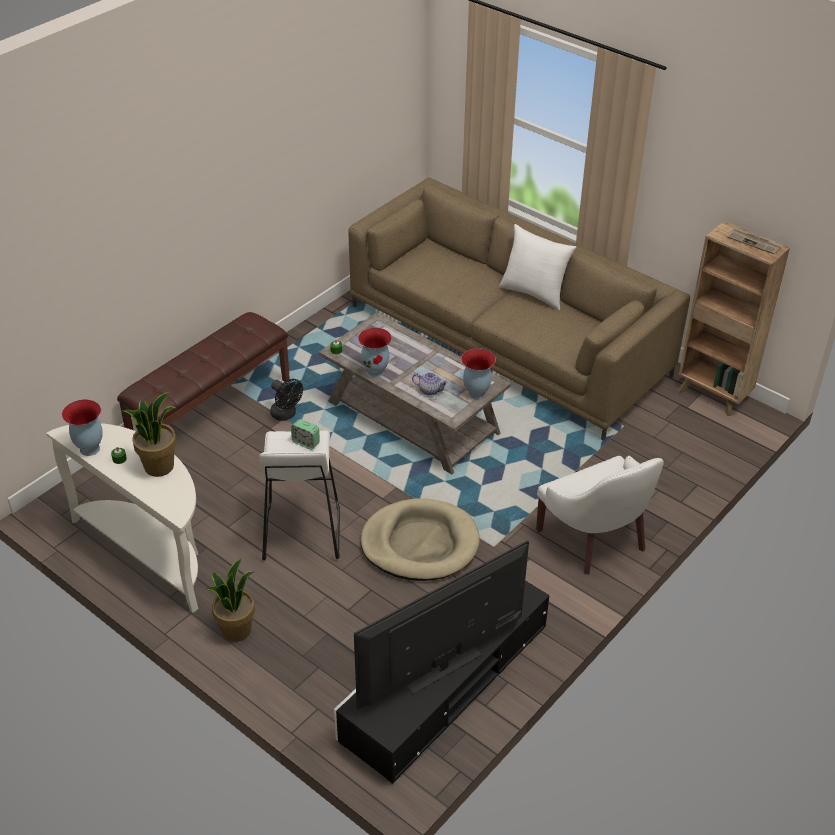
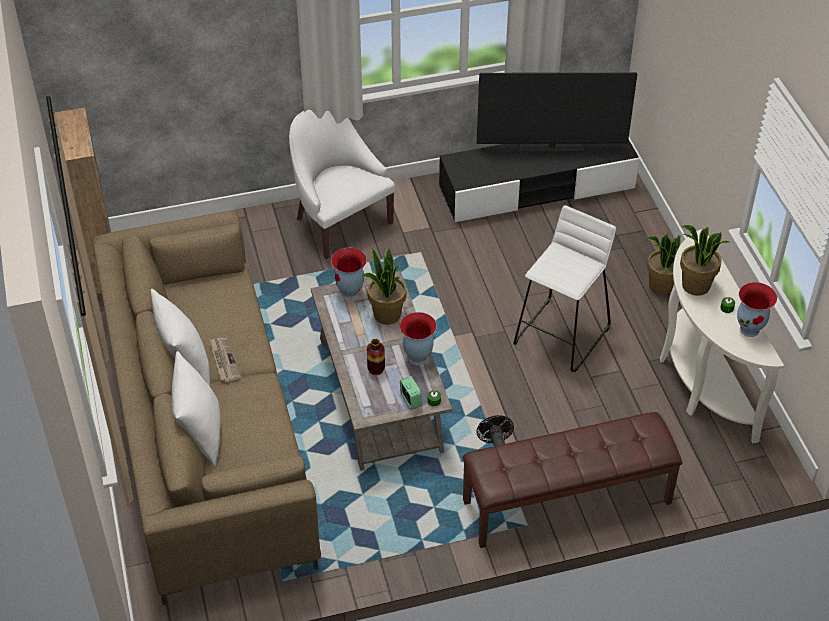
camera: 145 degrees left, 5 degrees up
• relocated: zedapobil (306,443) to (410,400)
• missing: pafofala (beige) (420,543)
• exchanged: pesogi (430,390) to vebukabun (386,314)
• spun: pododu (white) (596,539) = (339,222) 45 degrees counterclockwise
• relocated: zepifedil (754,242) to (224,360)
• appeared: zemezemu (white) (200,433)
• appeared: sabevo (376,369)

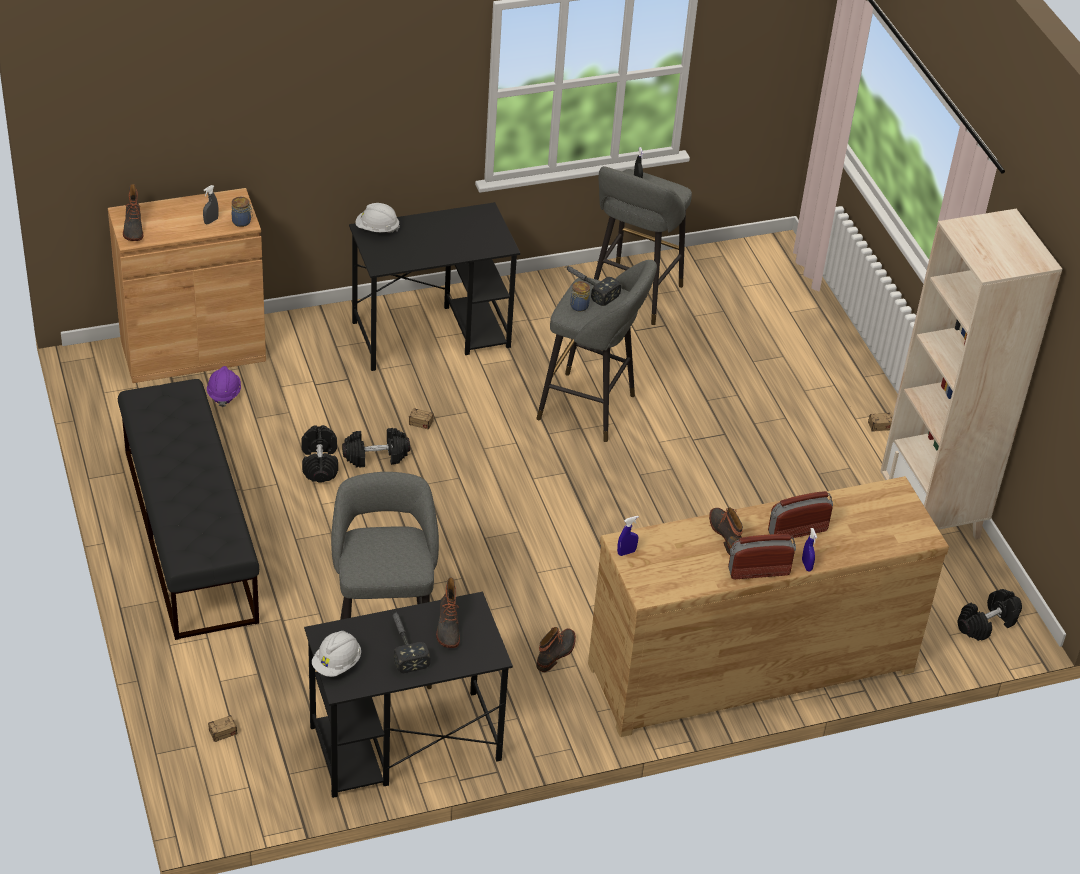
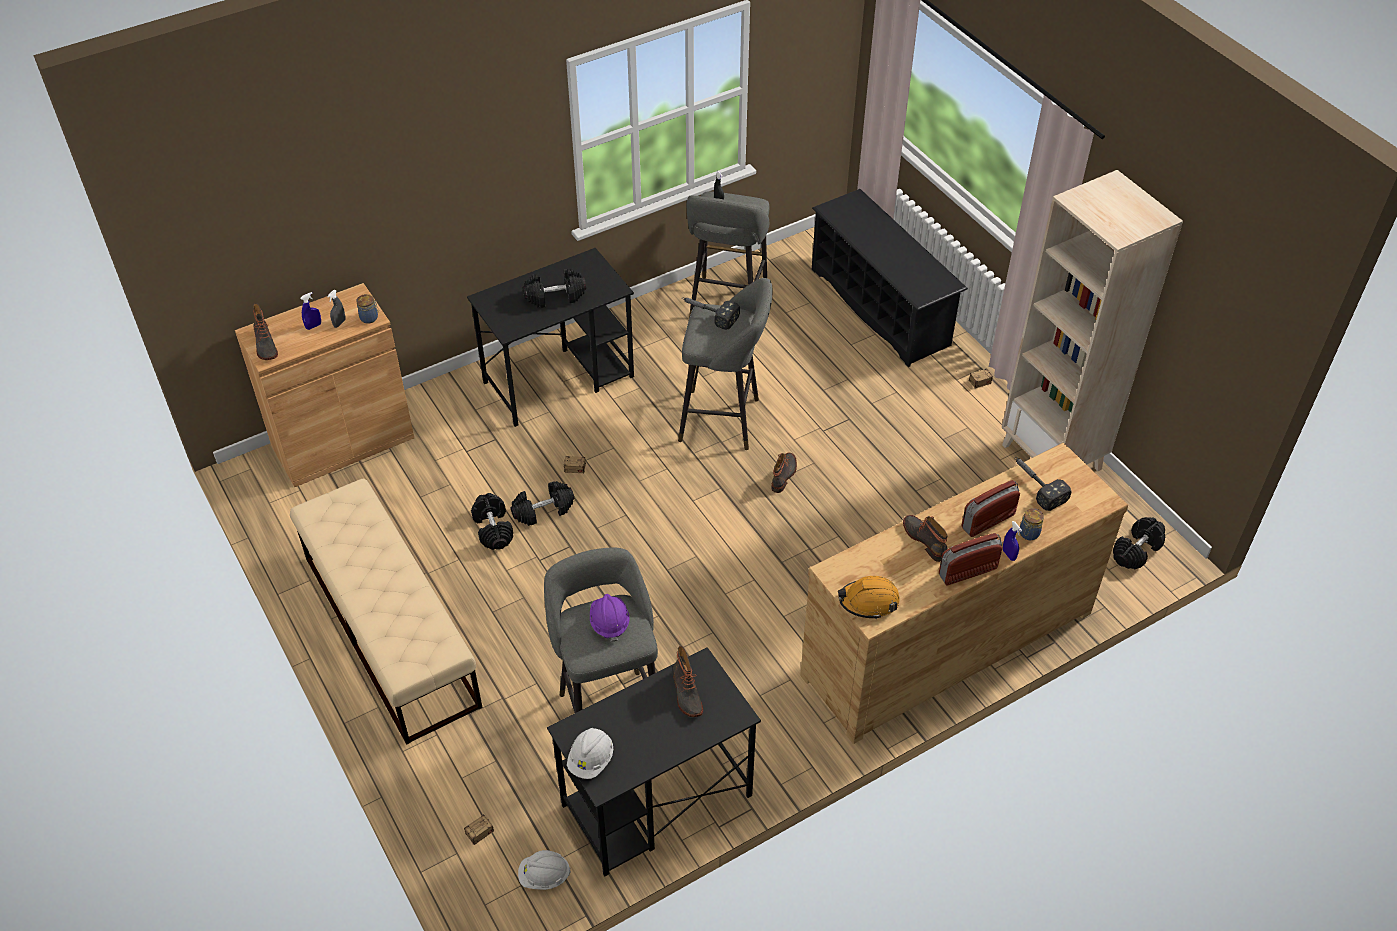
camera: 10 degrees left, 5 degrees up
• colour: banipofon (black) (189,534) to banipofon (beige) (390,630)
• relocated: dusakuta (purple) (224,393) to (609,623)
• relocated: dusakuta (white) (377,229) to (544,876)
• relocated: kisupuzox (404,644) to (1035,485)
• relocated: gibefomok (556,653) to (784,475)
• relocated: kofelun (578,306) to (1028,534)
• relocated: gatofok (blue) (626,552) to (313,326)
• appeared: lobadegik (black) (555,297)
• appeared: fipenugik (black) (880,307)
• appeared: dusakuta (orange) (869,601)

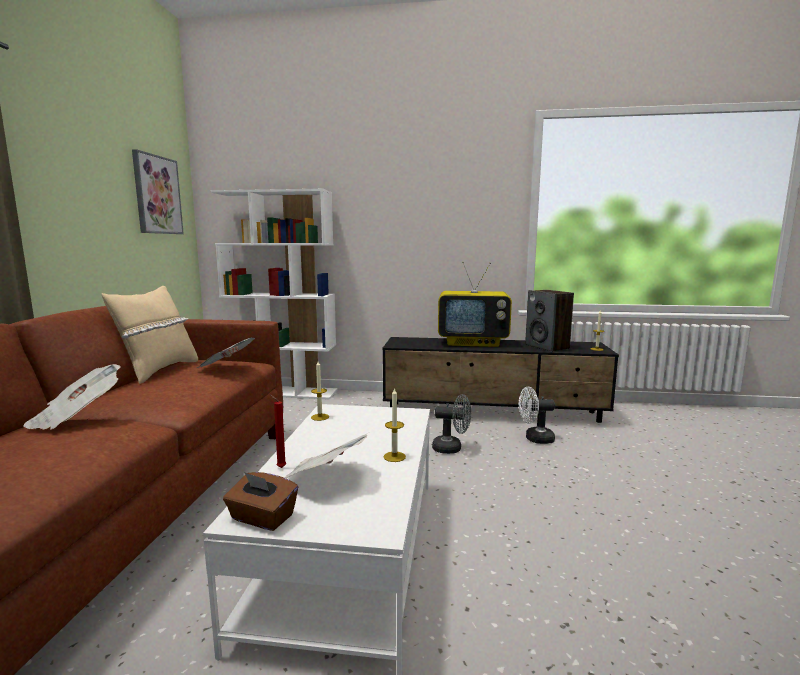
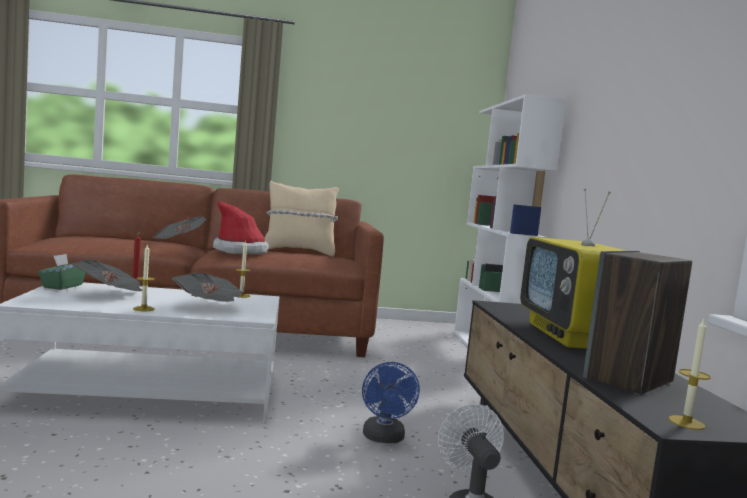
camera: 75 degrees right, 5 degrees down
• missing: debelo (157,195)
• relocated: zepifedil (227,367) to (208,307)
• colour: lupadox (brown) (262,518) to lupadox (green) (62,286)
• colour: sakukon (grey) (452,448) to sakukon (blue) (384,438)
• appeared: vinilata (241,251)

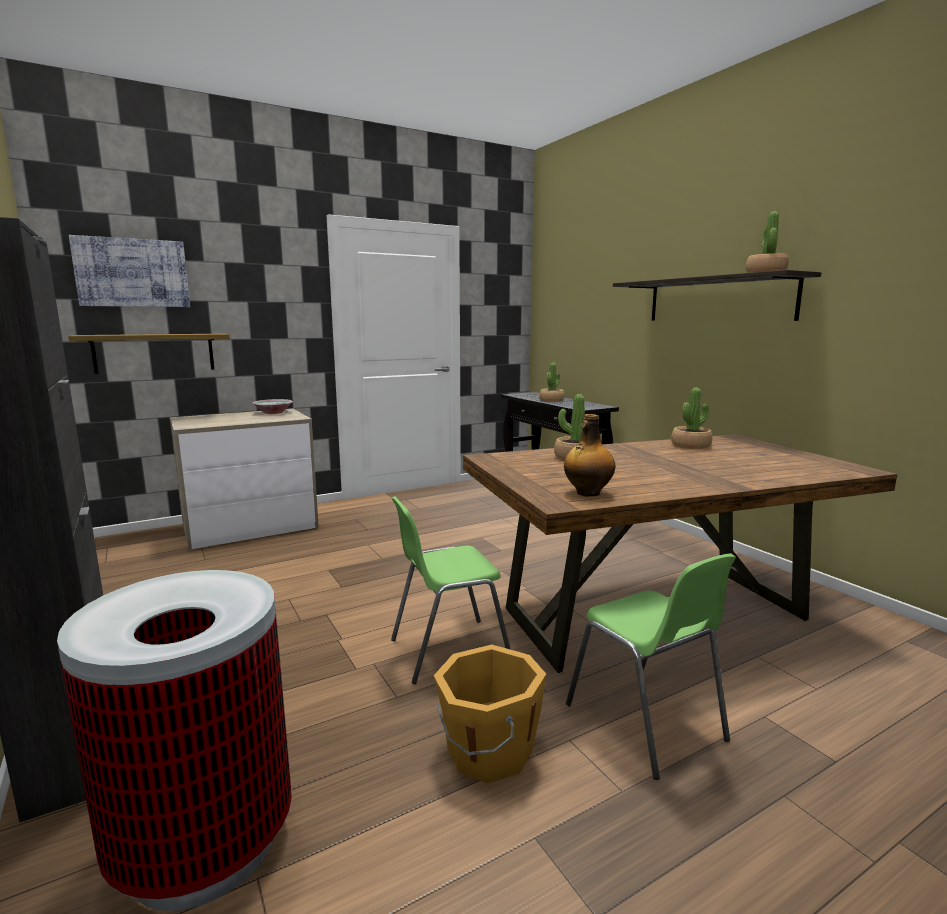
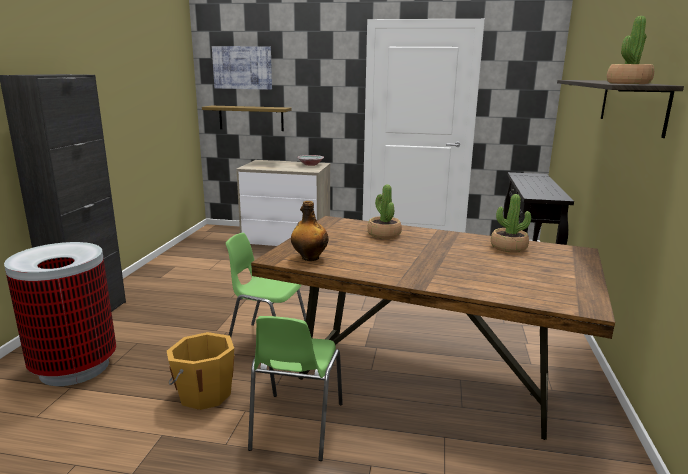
camera: 40 degrees right, 5 degrees up
• missing: vebukabun (551,400)

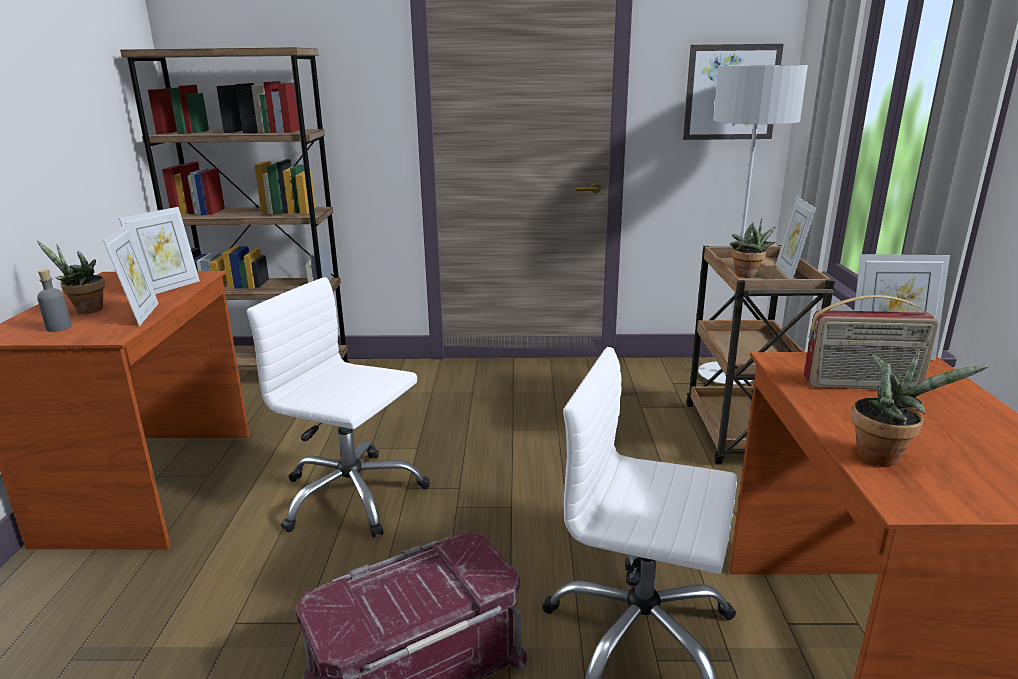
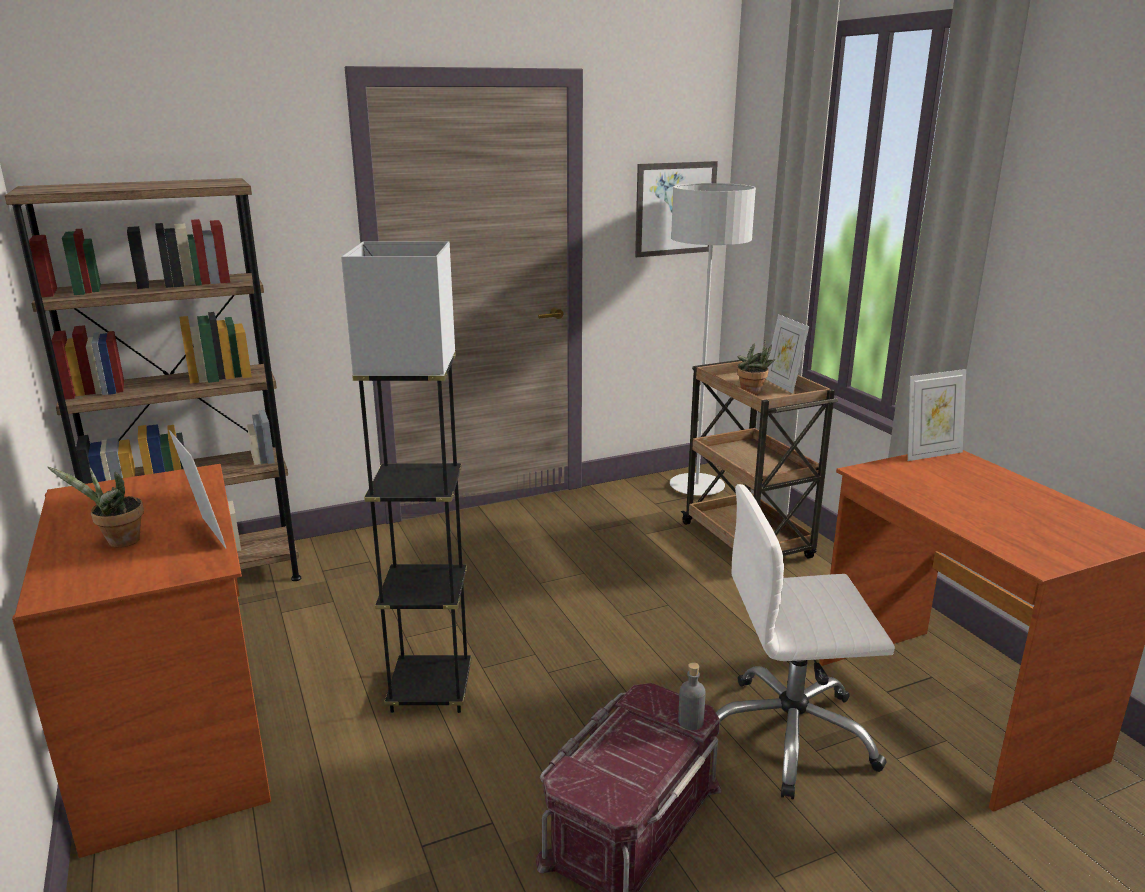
camera: 25 degrees left, 0 degrees up
• relocated: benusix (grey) (59,327) to (690,722)
• missing: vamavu (169,288)
• exchanged: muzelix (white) (351,496) to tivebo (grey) (430,690)
• missing: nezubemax (862,385)
• missing: vebukabun (884,456)

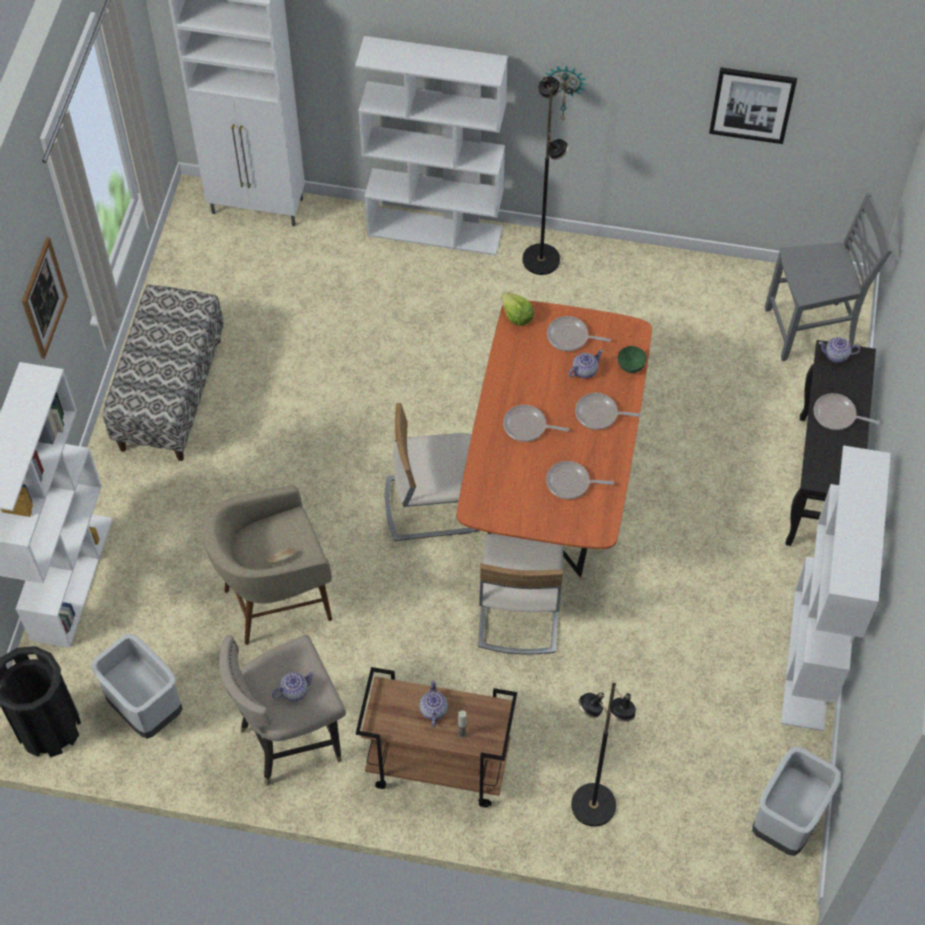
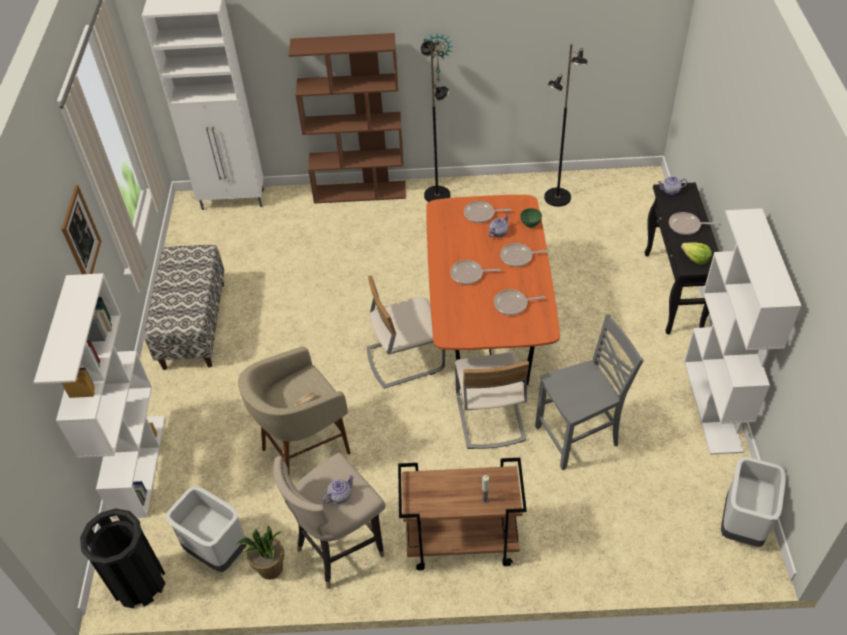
camera: 10 degrees left, 10 degrees down
• colour: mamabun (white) (436,231) to mamabun (brown) (360,192)
• missing: pesogi (433,710)
• relocated: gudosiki (516,316) to (695,259)
• relocated: tivebo (black) (592,806) to (557,198)
• missing: debelo (752,104)
• relocated: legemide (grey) (811,330) to (579,437)
• appeared: vebukabun (270,568)

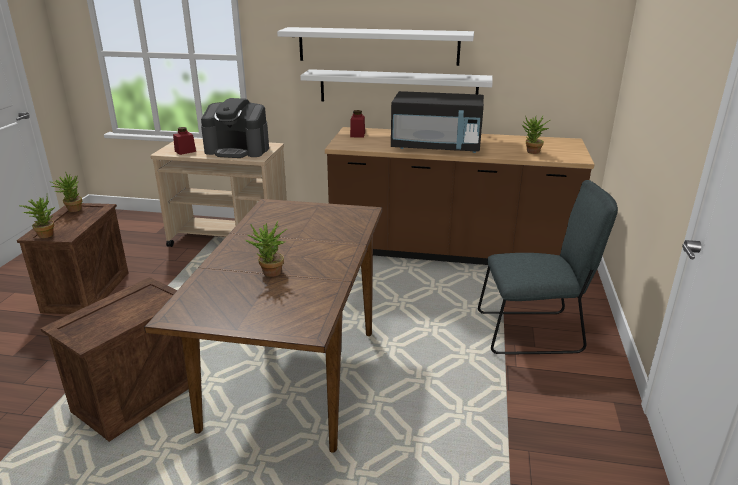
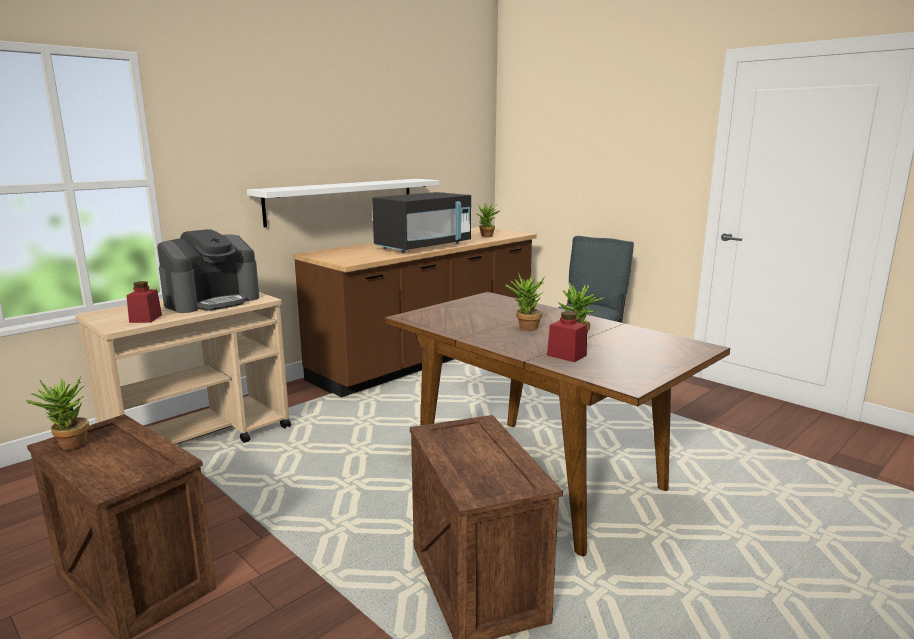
camera: 55 degrees left, 10 degrees down
• relocated: vebukabun (45,234) to (524,328)
• missing: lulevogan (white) (378,46)
• relocated: kofelun (red) (357,135) to (566,355)

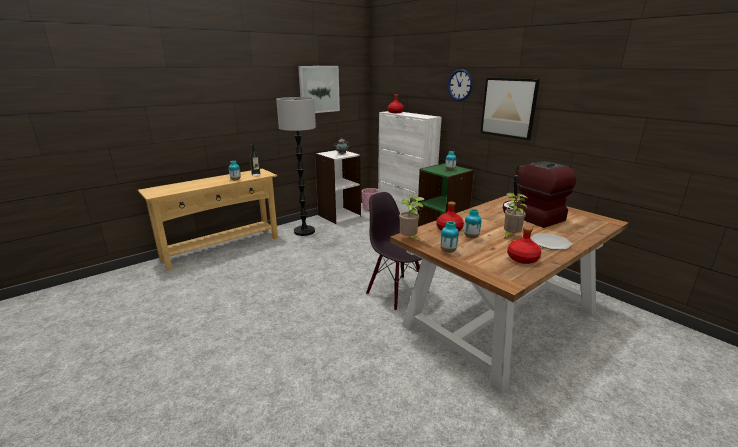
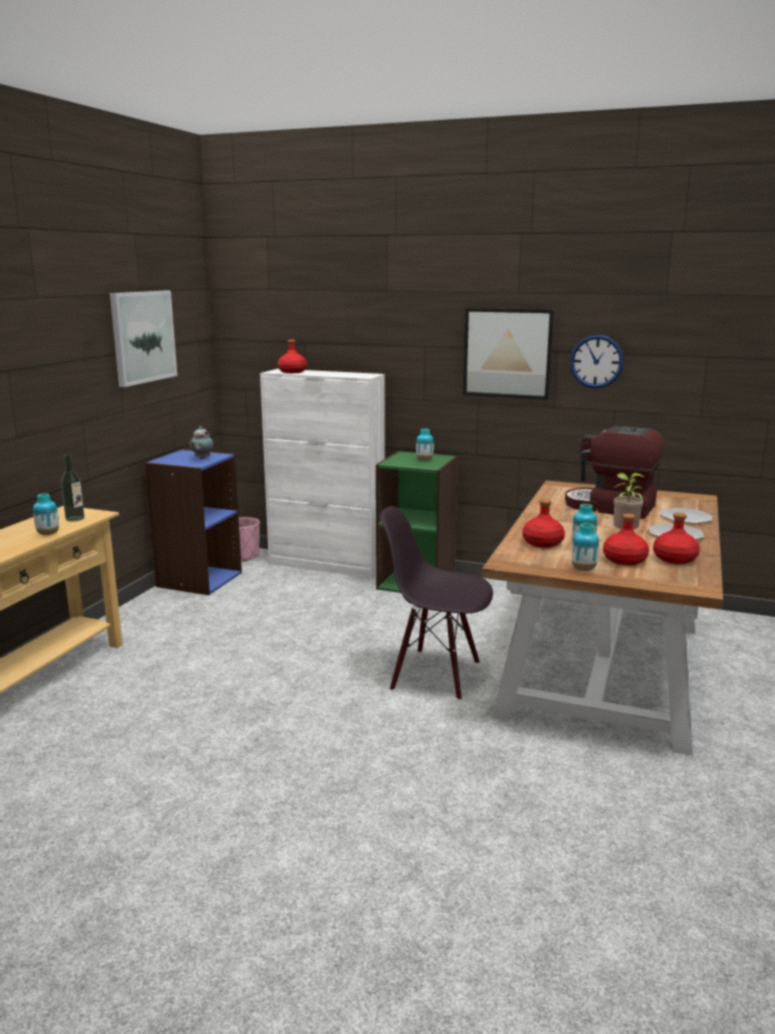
camera: 30 degrees left, 5 degrees down
• missing: tivebo (304,231)
• colour: mamabun (white) (339,215) to mamabun (blue) (198,579)
• missing: vebukabun (409,239)
• relocated: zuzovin (460,85) to (596,361)
• appeared: benusix (red) (624,560)
• appeared: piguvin (686,517)

